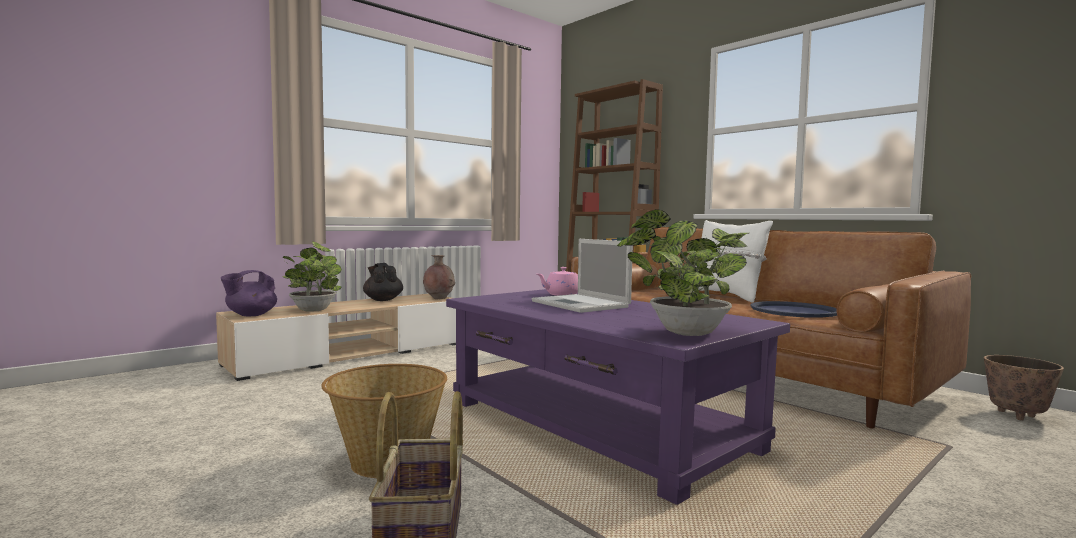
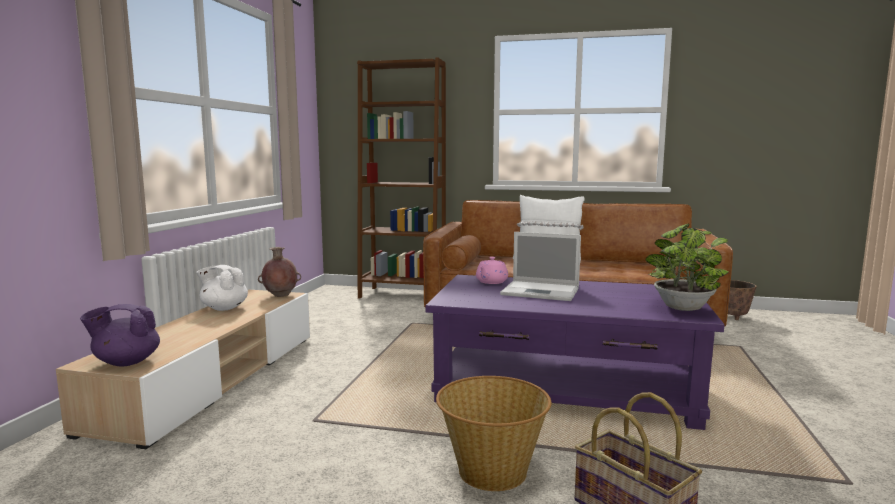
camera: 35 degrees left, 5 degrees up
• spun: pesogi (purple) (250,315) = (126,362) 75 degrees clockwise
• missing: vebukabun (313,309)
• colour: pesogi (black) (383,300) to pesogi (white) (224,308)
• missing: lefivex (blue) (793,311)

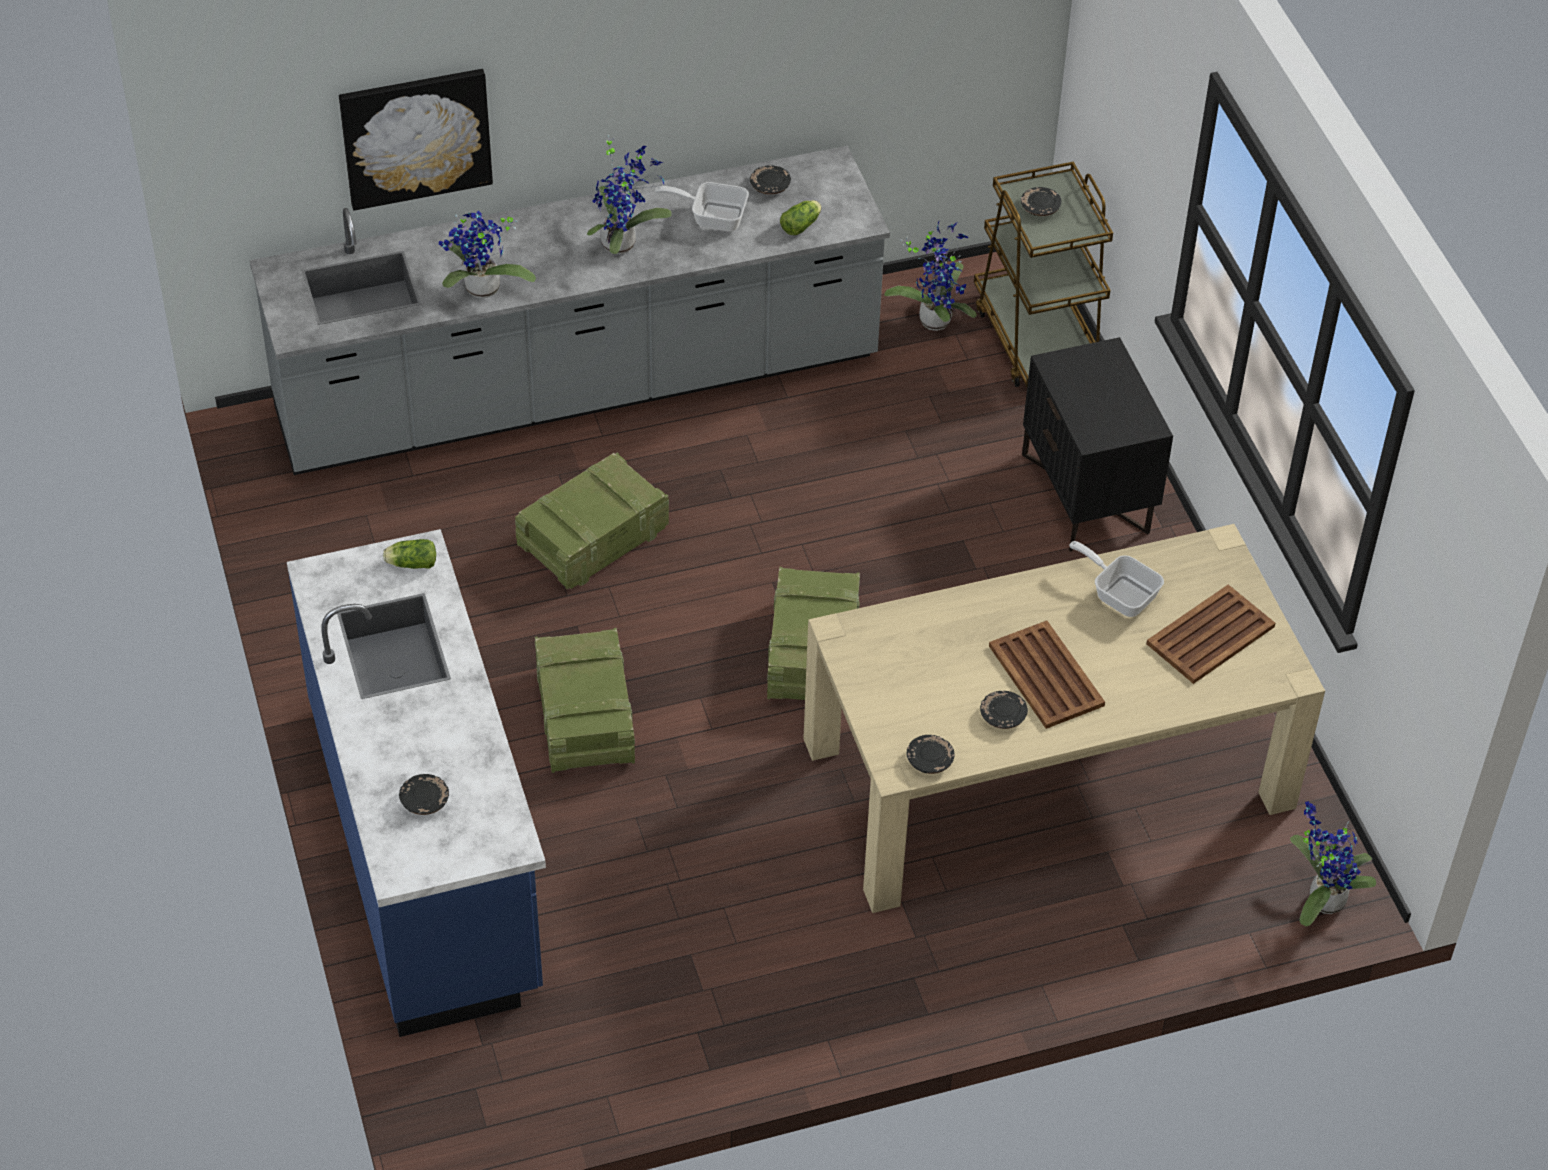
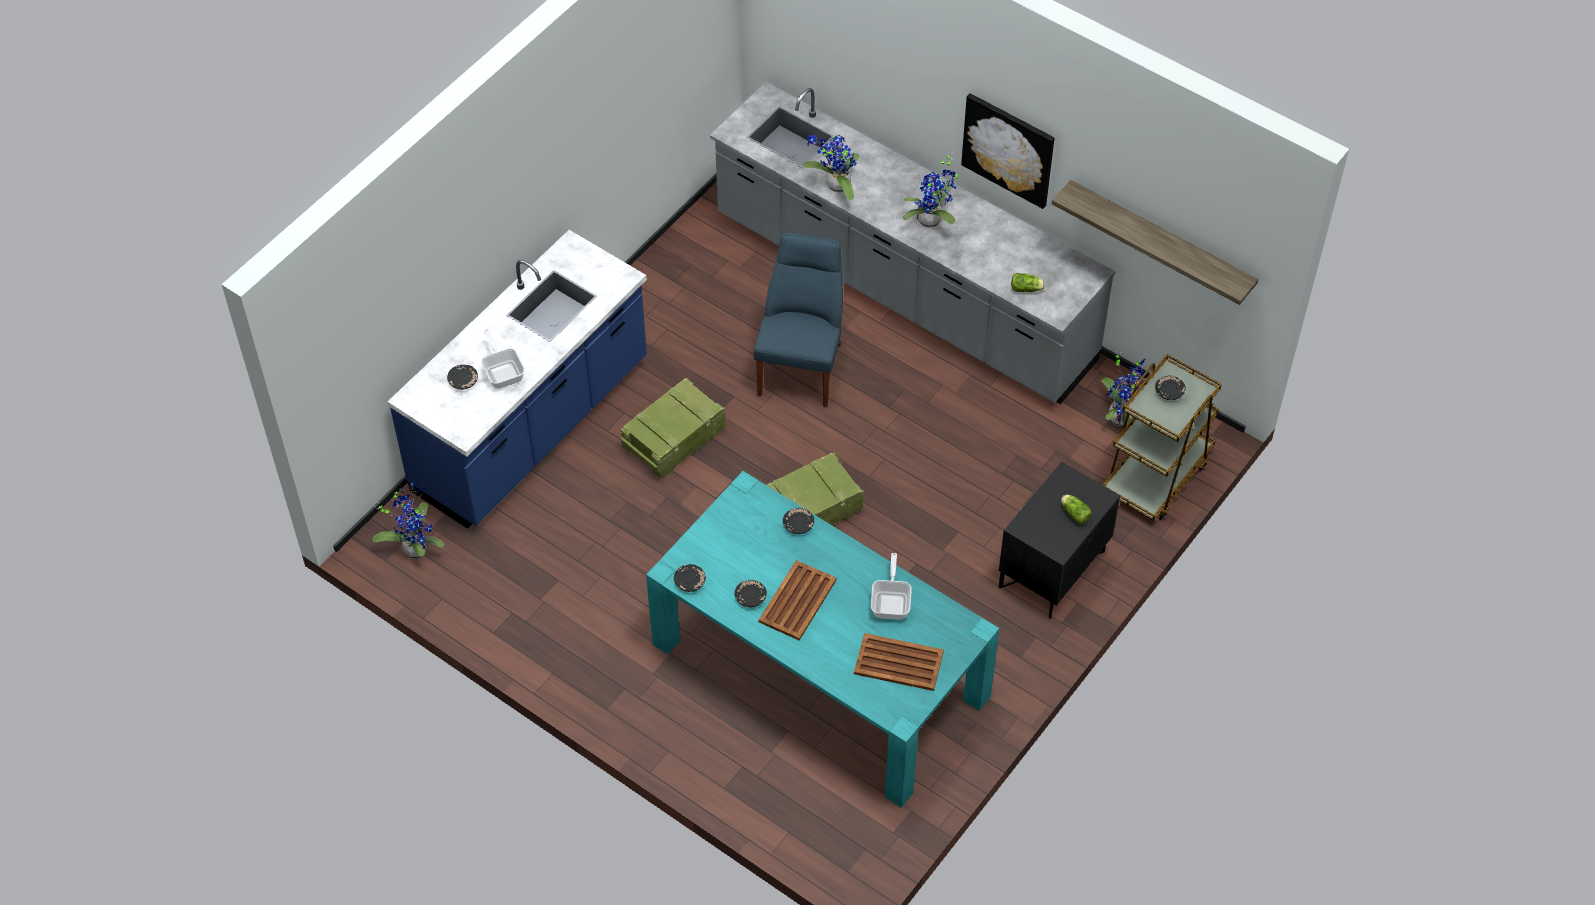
camera: 55 degrees right, 5 degrees up
• relocated: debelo (416,137) to (1008,149)
• relocated: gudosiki (410,563) to (1074,513)
• exchanged: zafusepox (594,538) to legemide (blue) (802,365)
• relocated: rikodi (712,217) to (503,371)
• relocated: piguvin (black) (770,186) to (798,524)
• colour: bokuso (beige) (1047,773) to bokuso (turquoise) (820,670)
• relocated: vebukabun (1321,898) to (415,547)
• appeared: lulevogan (1160,241)

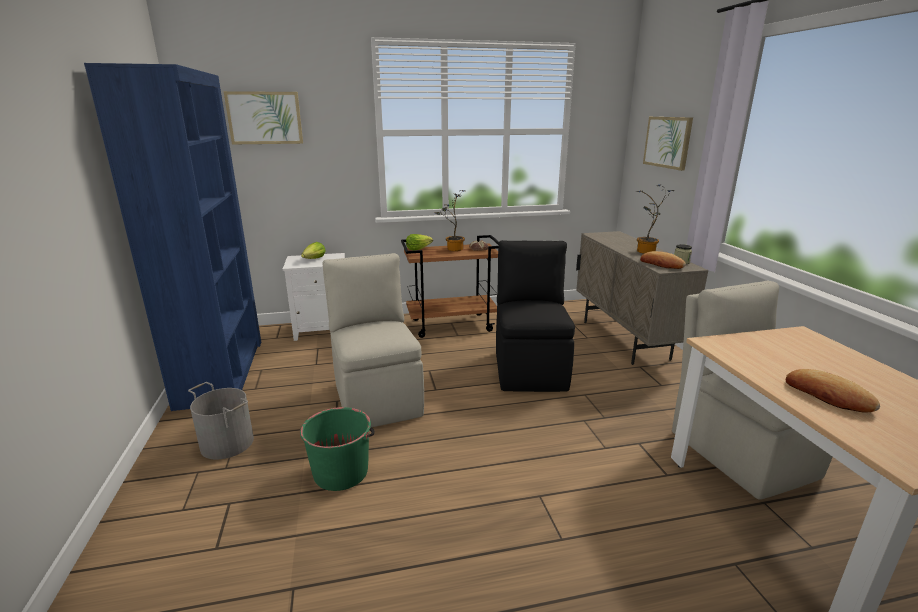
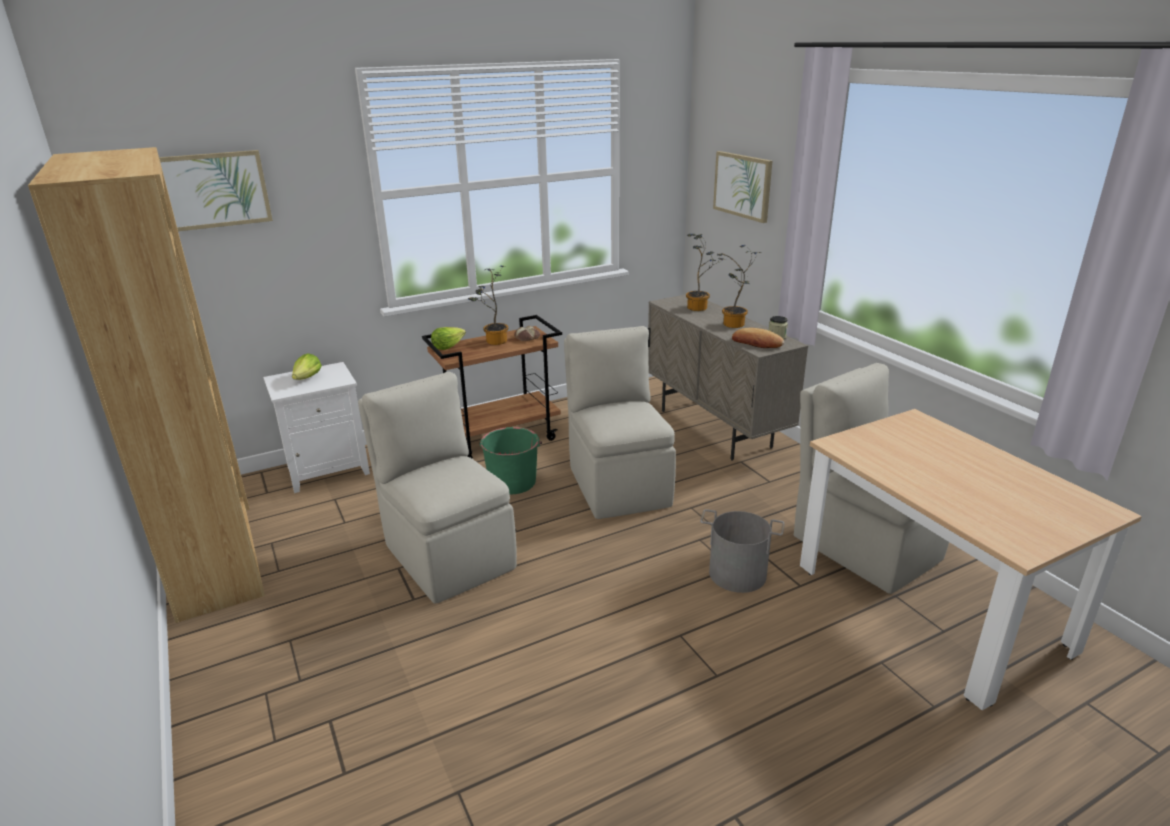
camera: 15 degrees left, 5 degrees up
• colour: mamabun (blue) (222,372) to mamabun (brown) (215,555)
• relocated: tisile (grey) (228,442) to (737,573)
• relocated: tisile (green) (341,472) to (512,482)
• colour: legemide (black) (530,369) to legemide (beige) (618,484)
• missing: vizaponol (827,396)
• appeared: vebukabun (700,307)

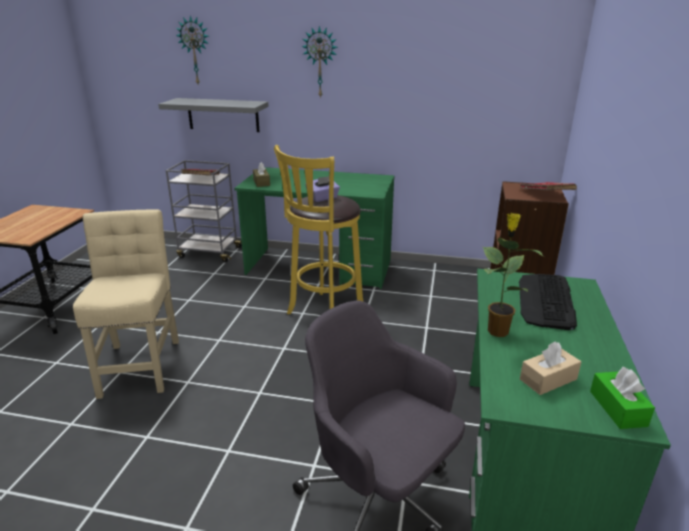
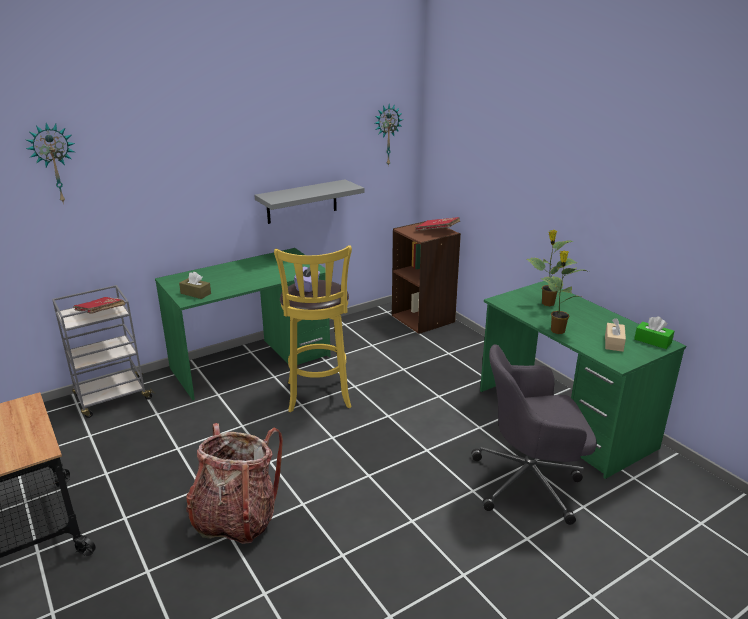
camera: 45 degrees left, 0 degrees up
• exchanged: legemide (beige) (140,364) to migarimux (236,518)
• relocated: lulevogan (grey) (223,115) to (302,201)
• relocated: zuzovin (320,62) to (387,135)
• exchanged: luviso (546,301) to vebukabun (547,303)

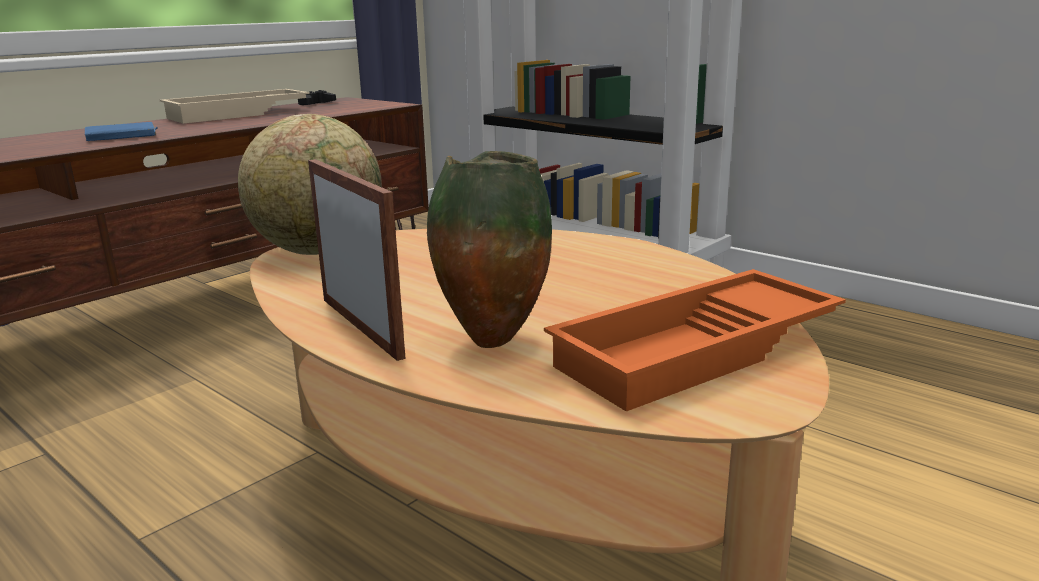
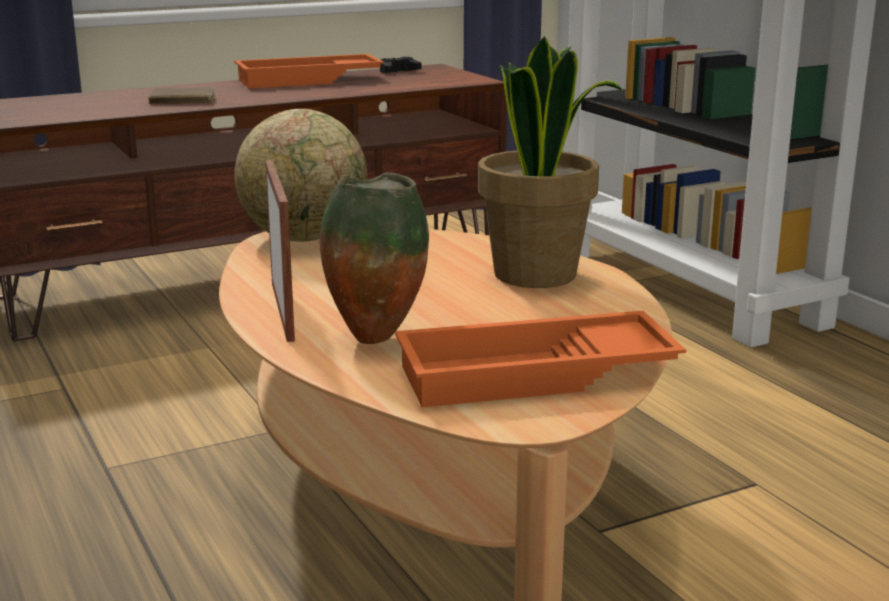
camera: 20 degrees right, 0 degrees up
• colour: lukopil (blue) (121,136) to lukopil (brown) (182,101)
• colour: lefivex (beige) (238,114) to lefivex (orange) (308,80)
• appeared: vebukabun (537,275)

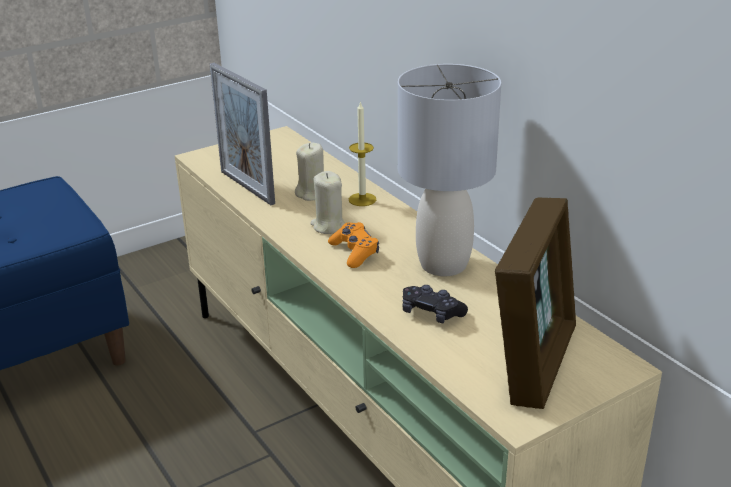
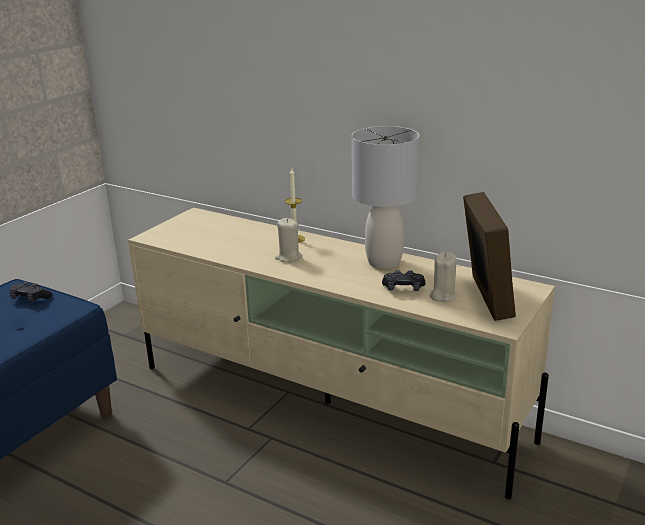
camera: 25 degrees left, 5 degrees down
• missing: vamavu (247,187)
• relocated: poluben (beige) (312,193) to (443,296)
• missing: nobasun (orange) (354,252)
• appeared: nobasun (black) (30,298)

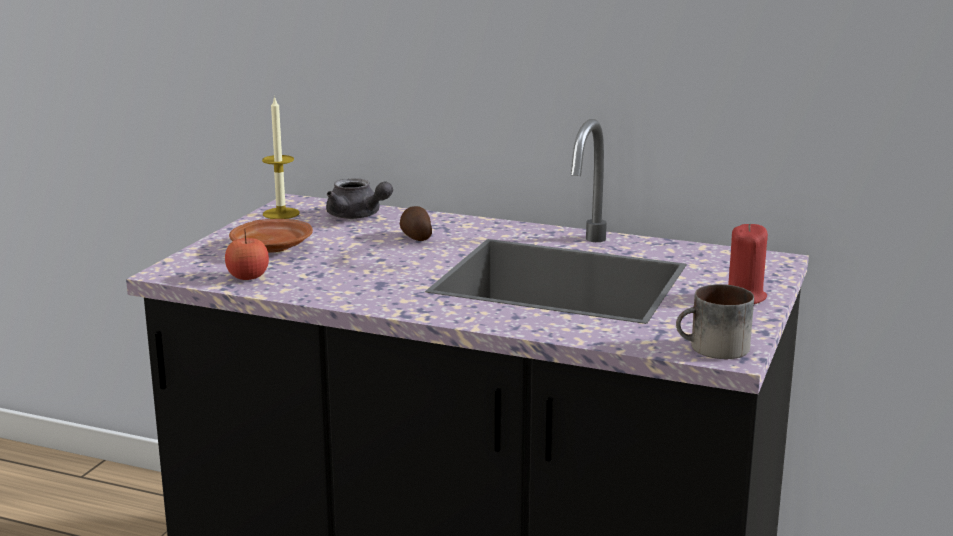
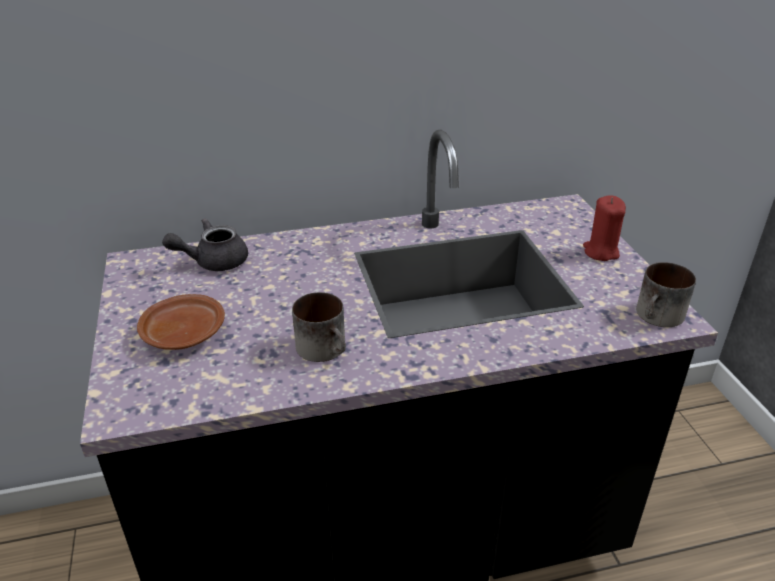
camera: 35 degrees left, 15 degrees up
• missing: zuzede (248,277)
• missing: poluben (281,213)
• spun: pesogi (grey) (358,216) = (213,261) 150 degrees clockwise
• missing: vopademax (416,237)
• appeared: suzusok (326,348)

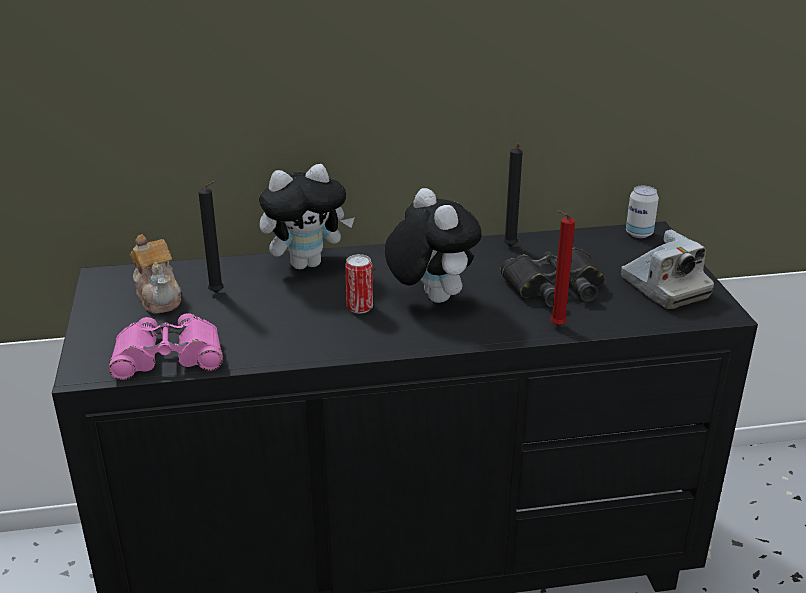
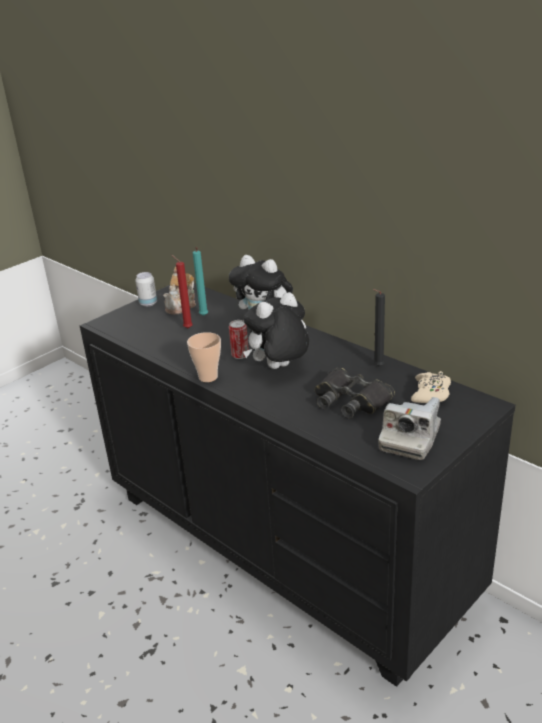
camera: 55 degrees right, 0 degrees up
• missing: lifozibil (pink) (168,356)
• colour: poluben (black) (218,293) to poluben (turquoise) (203,316)
• spun: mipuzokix (430,297) = (279,368) 150 degrees counterclockwise
• relocated: poluben (red) (555,326) to (186,328)
• relocated: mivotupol (639,233) to (148,303)
• appeared: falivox (208,377)
• appeared: nobasun (beige) (431,394)

